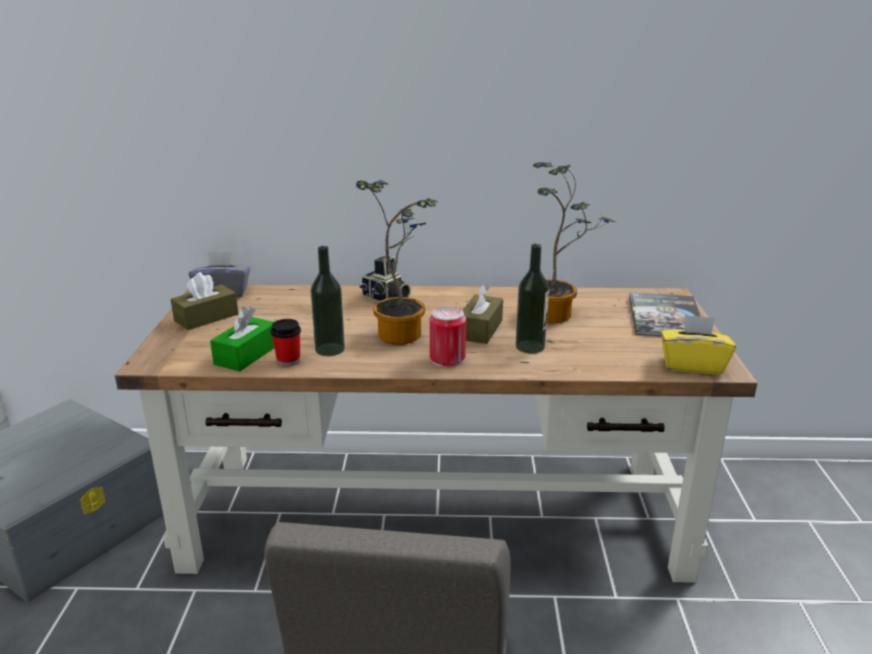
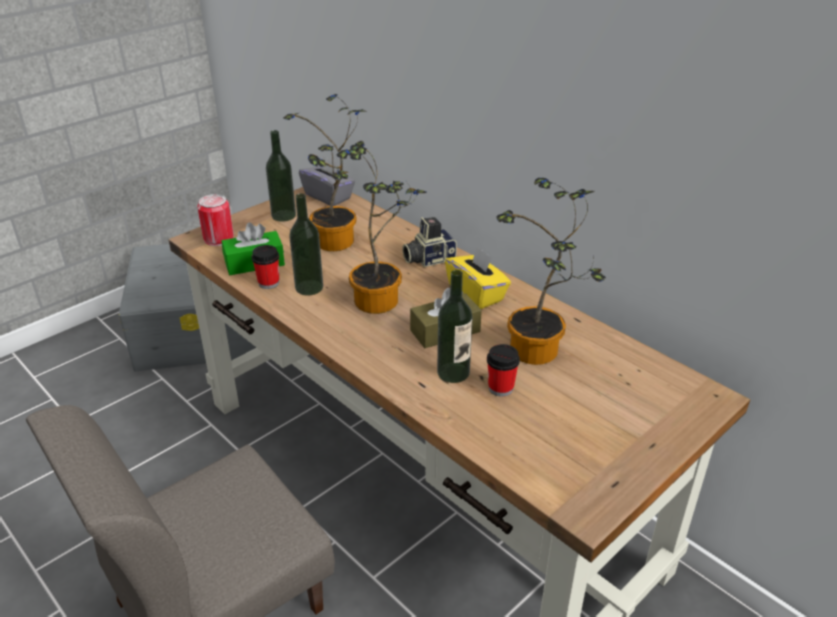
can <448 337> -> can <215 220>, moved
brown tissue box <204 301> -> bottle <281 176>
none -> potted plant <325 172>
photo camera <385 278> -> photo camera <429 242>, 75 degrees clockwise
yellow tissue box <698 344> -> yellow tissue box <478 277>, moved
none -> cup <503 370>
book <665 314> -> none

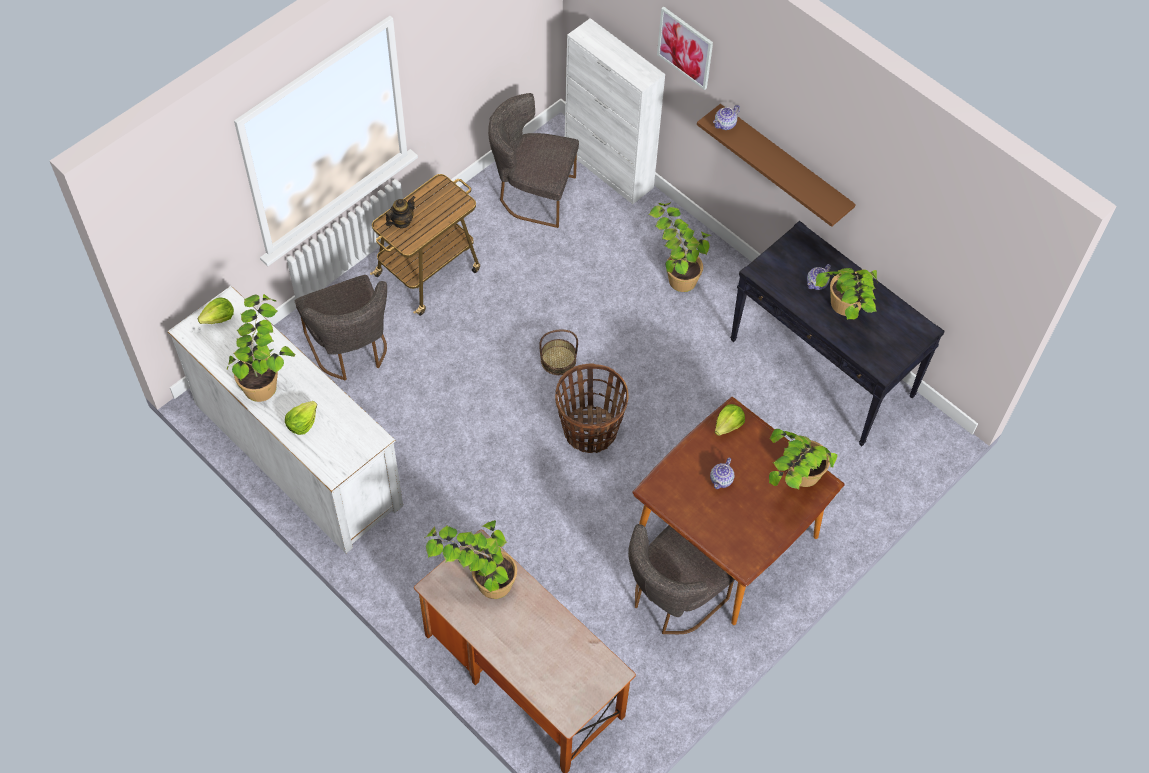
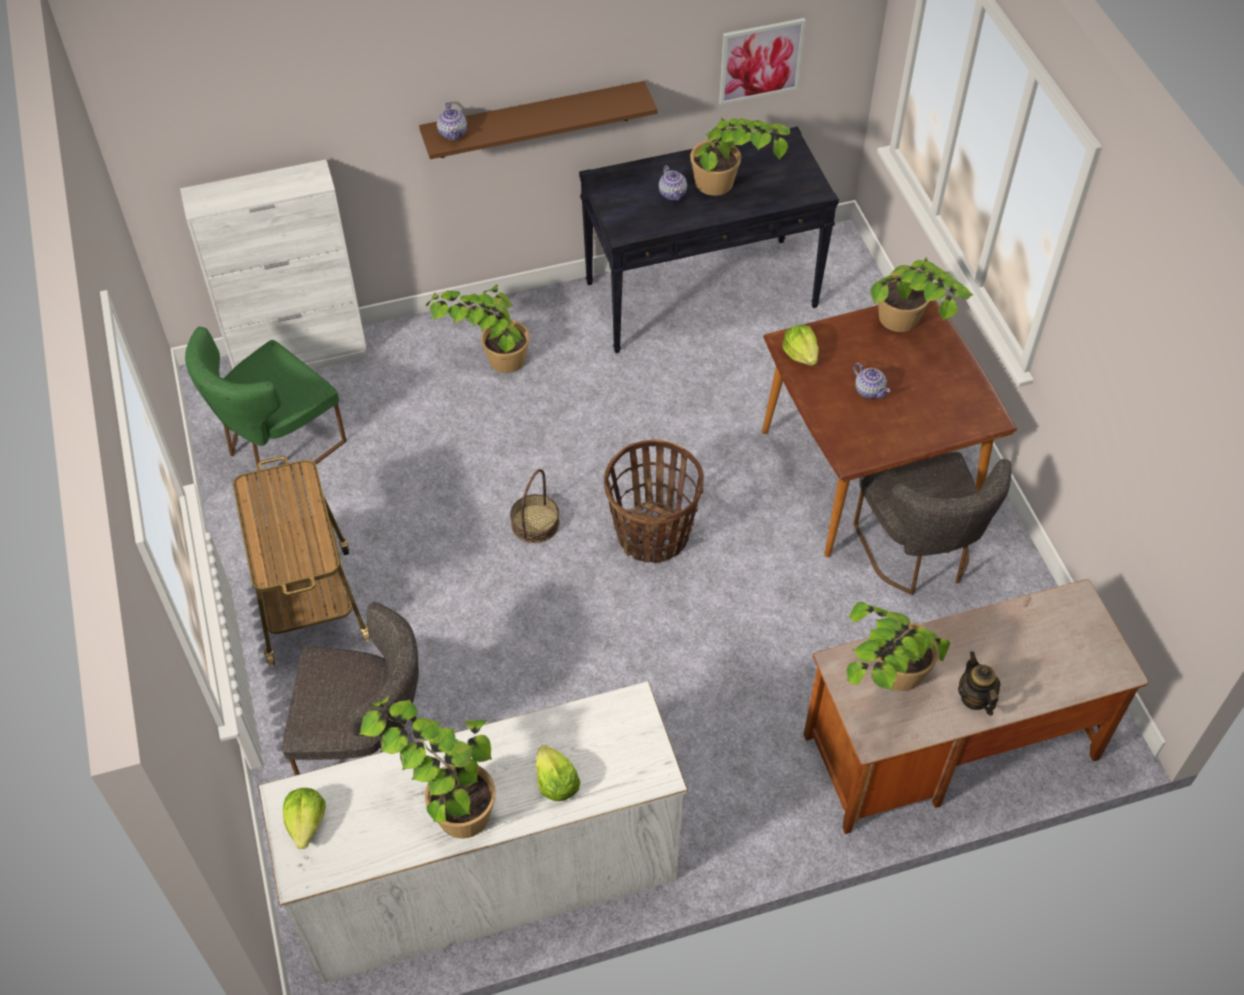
grey chair <533 160> -> green chair <265 404>
picture <685 48> -> picture <762 61>, moved
teapot <401 212> -> teapot <979 683>, moved

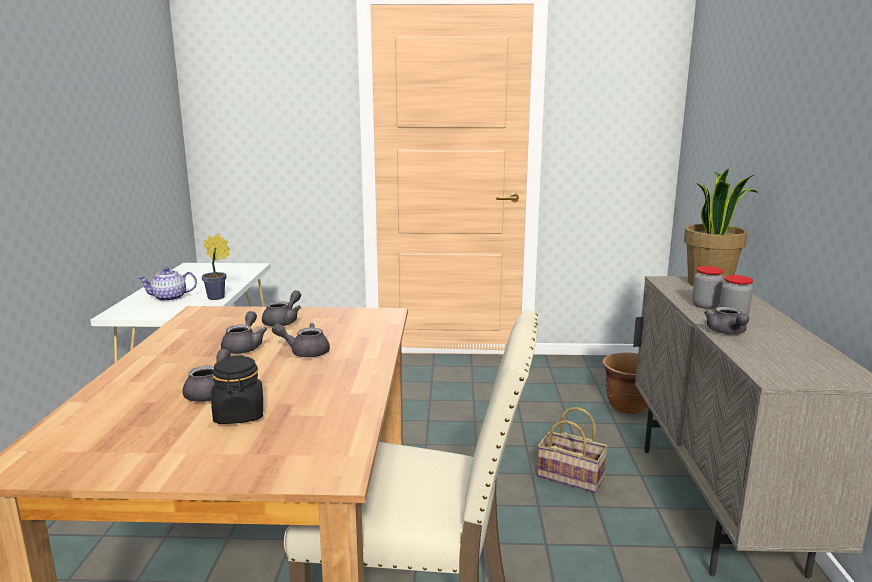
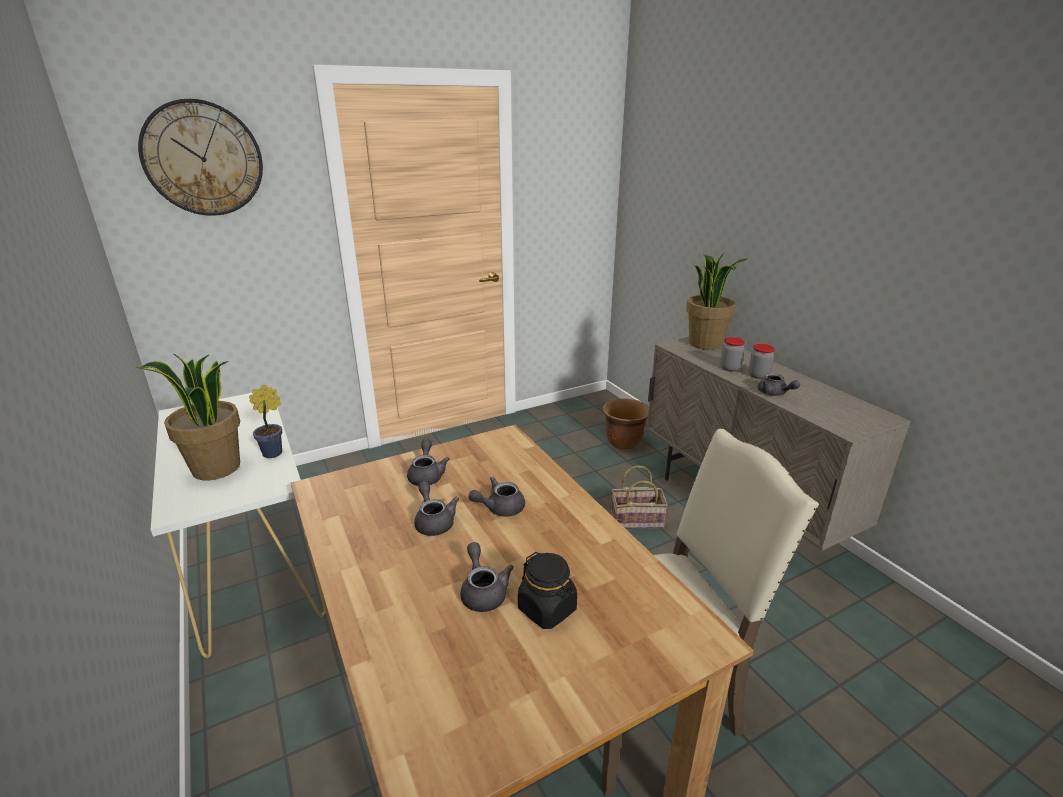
teapot <167 284> -> potted plant <188 417>
none -> wall clock <200 157>

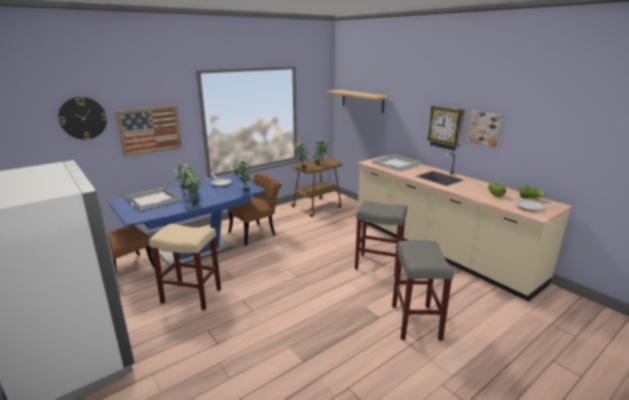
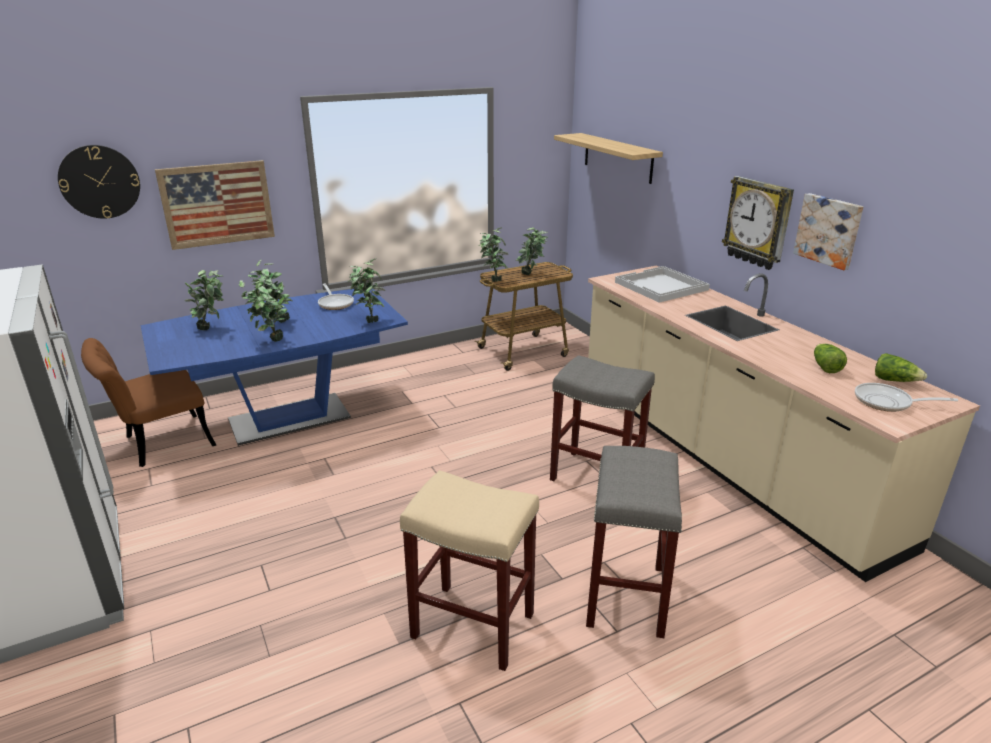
white tray <152 199> -> potted plant <204 300>
beige stool <185 267> -> beige stool <469 570>, moved
brown chair <254 209> -> none

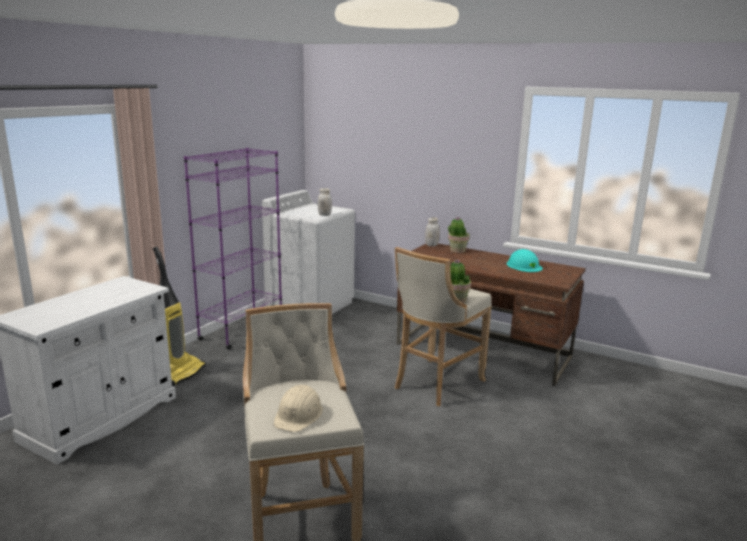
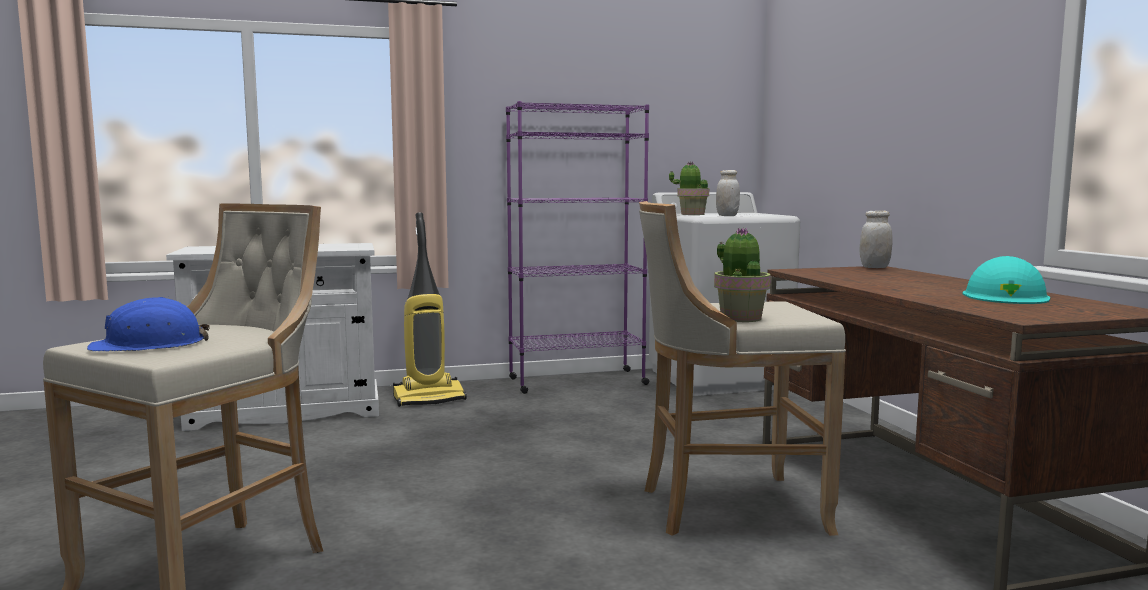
beige hard hat <298 408> -> blue hard hat <148 324>
potted plant <459 235> -> potted plant <689 188>, moved

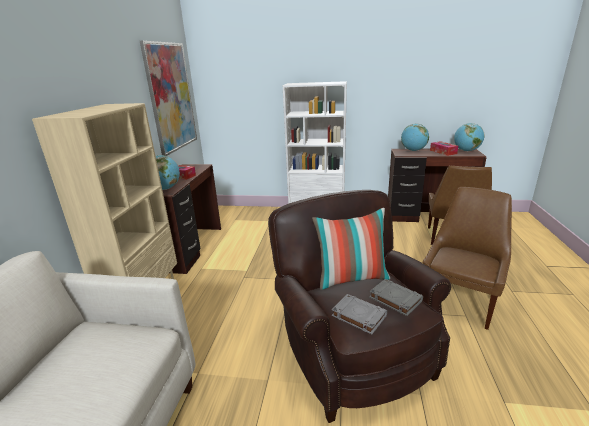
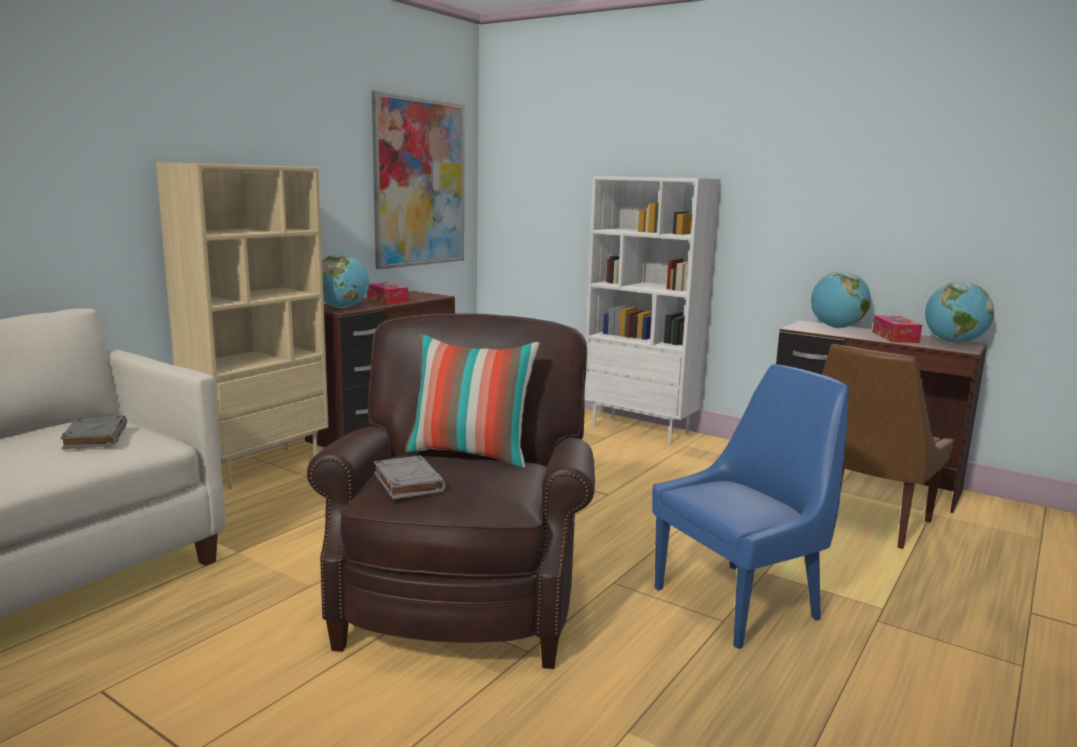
grey book <396 297> -> grey book <94 432>, moved
brown chair <467 258> -> blue chair <750 506>

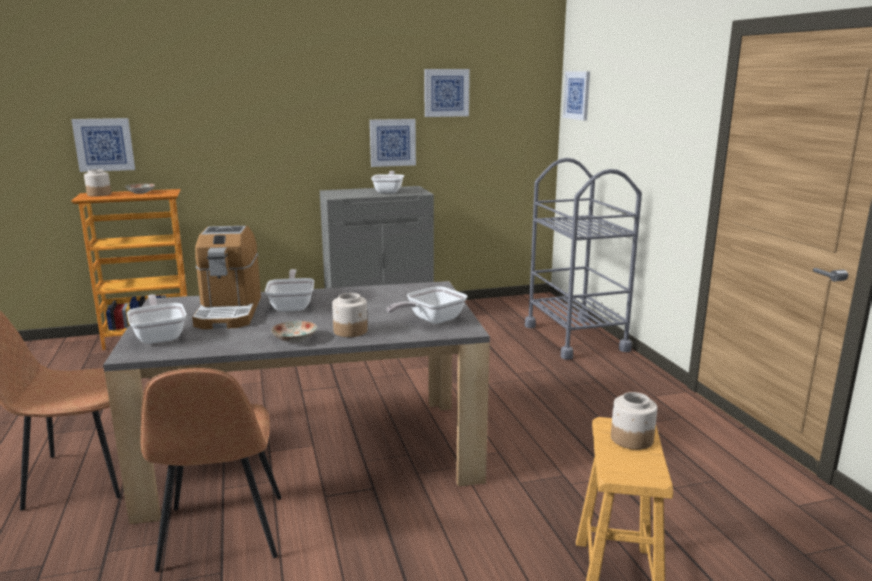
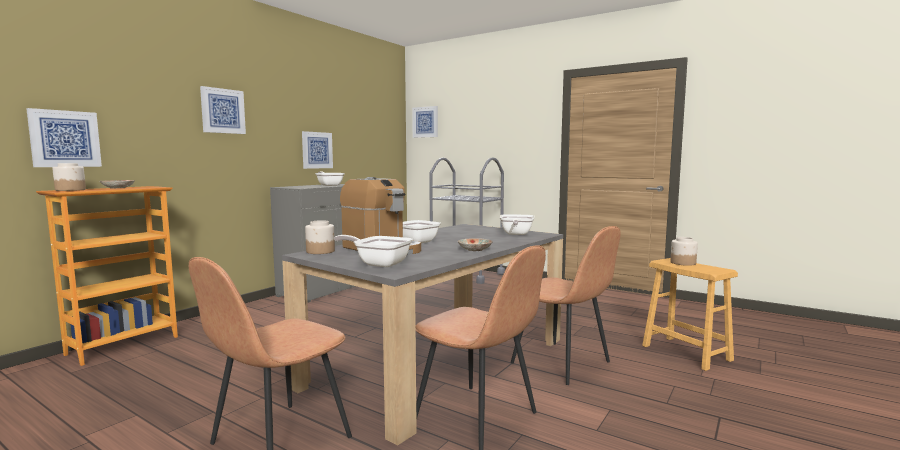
picture <447 93> -> picture <223 110>, moved
jar <350 315> -> jar <320 237>, moved
none -> brown chair <566 305>

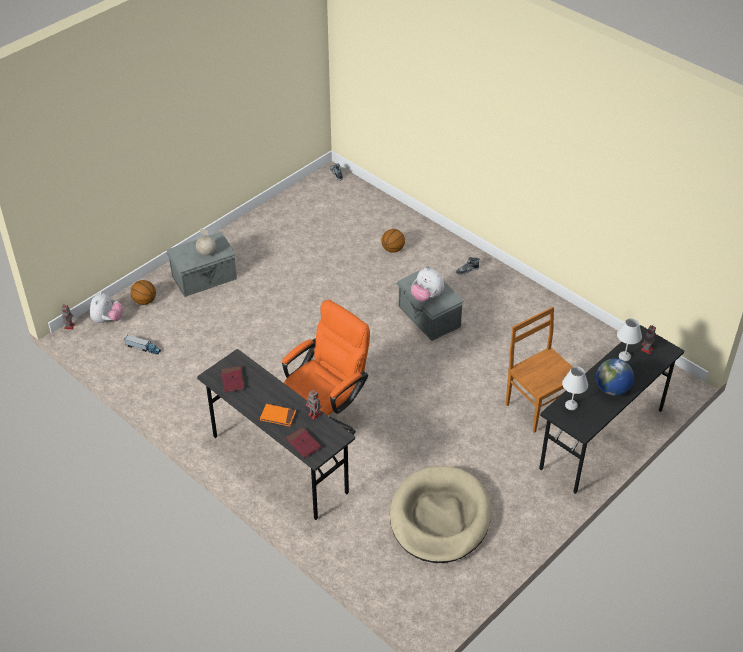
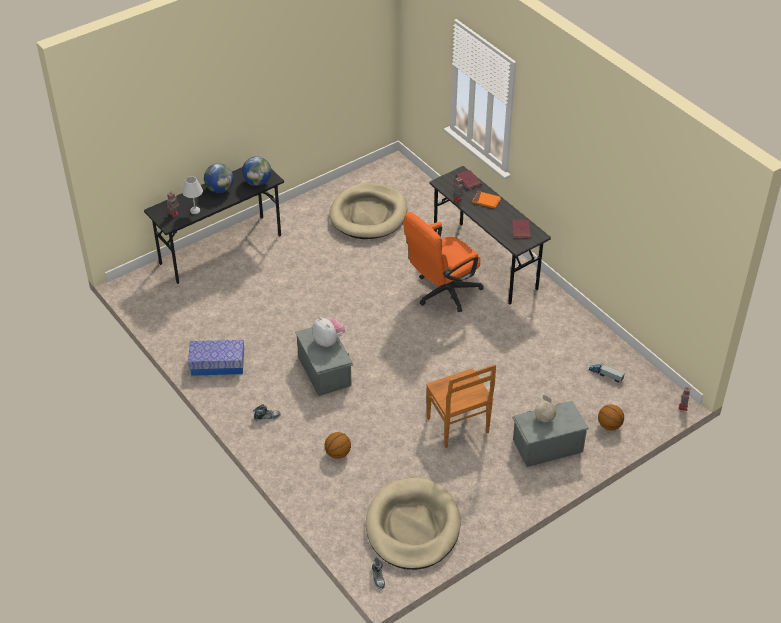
none -> storage box <216 358>
white table lamp <575 388> -> globe <256 171>
none -> beige dog bed <413 524>
brown chair <542 370> -> brown chair <461 406>, moved
plush toy <106 308> -> none

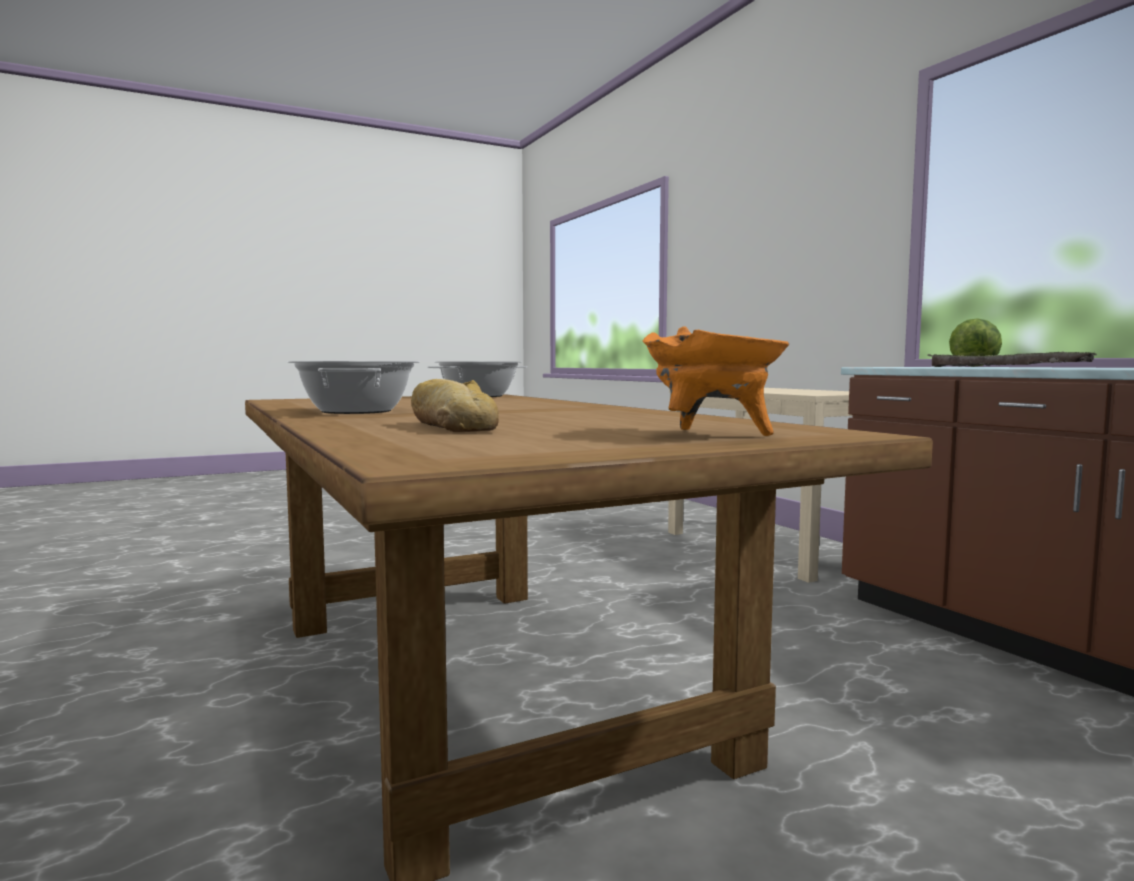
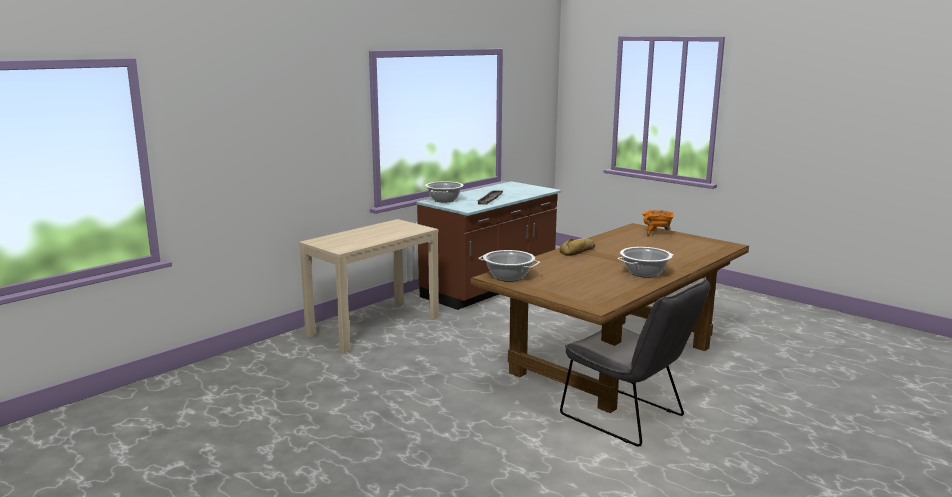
lettuce <975 342> -> cooking pot <444 191>
bread <455 405> -> bread <577 247>, moved
none -> grey chair <635 362>

